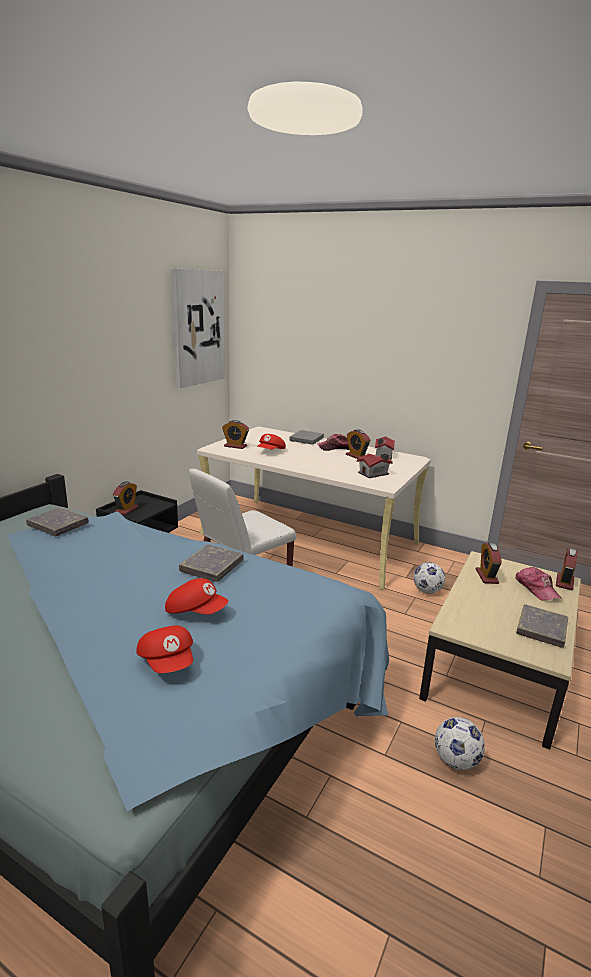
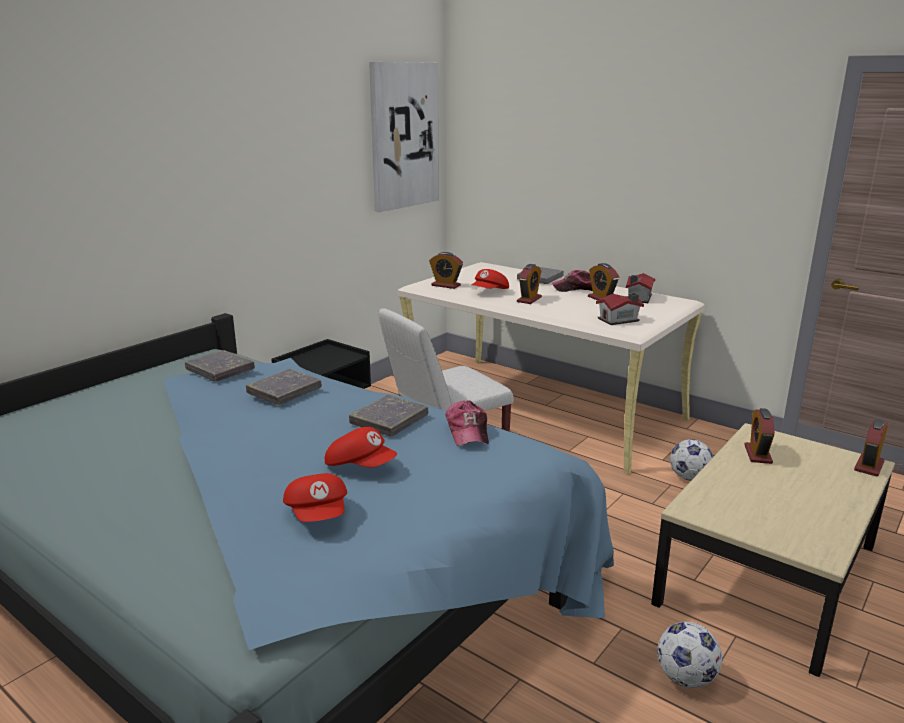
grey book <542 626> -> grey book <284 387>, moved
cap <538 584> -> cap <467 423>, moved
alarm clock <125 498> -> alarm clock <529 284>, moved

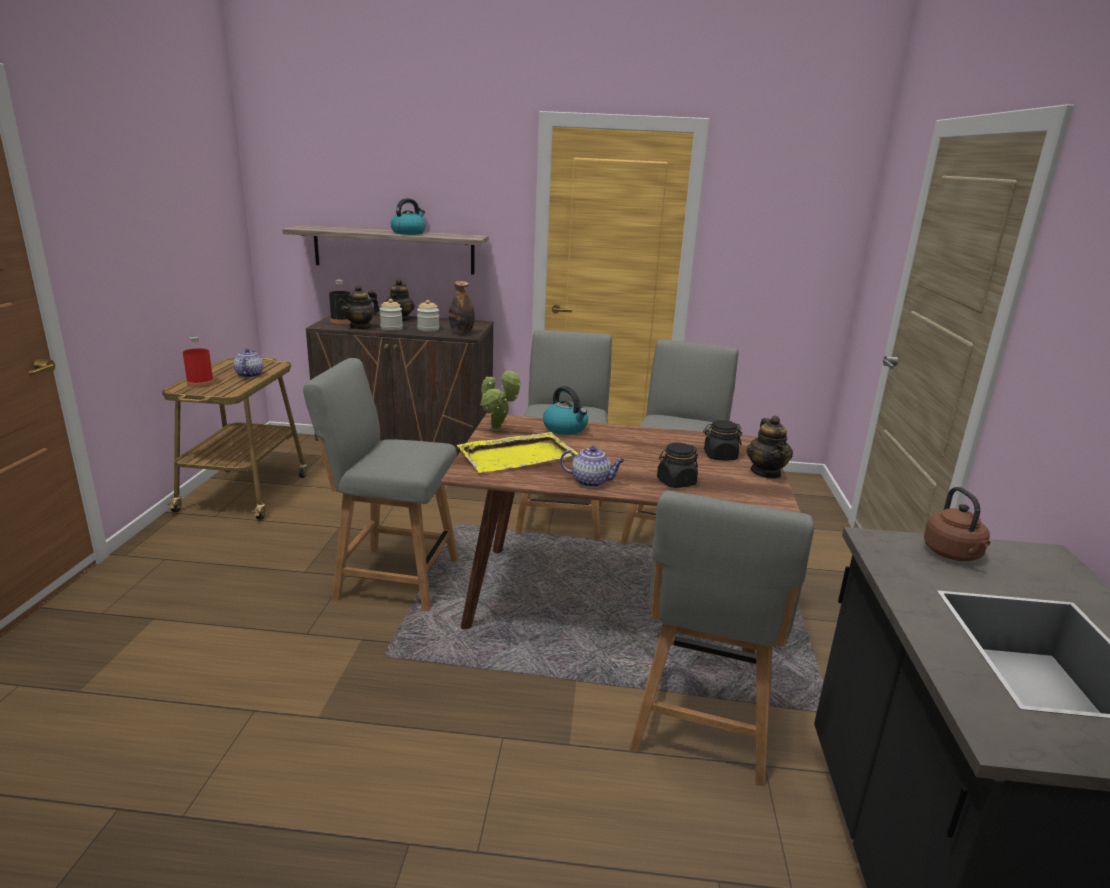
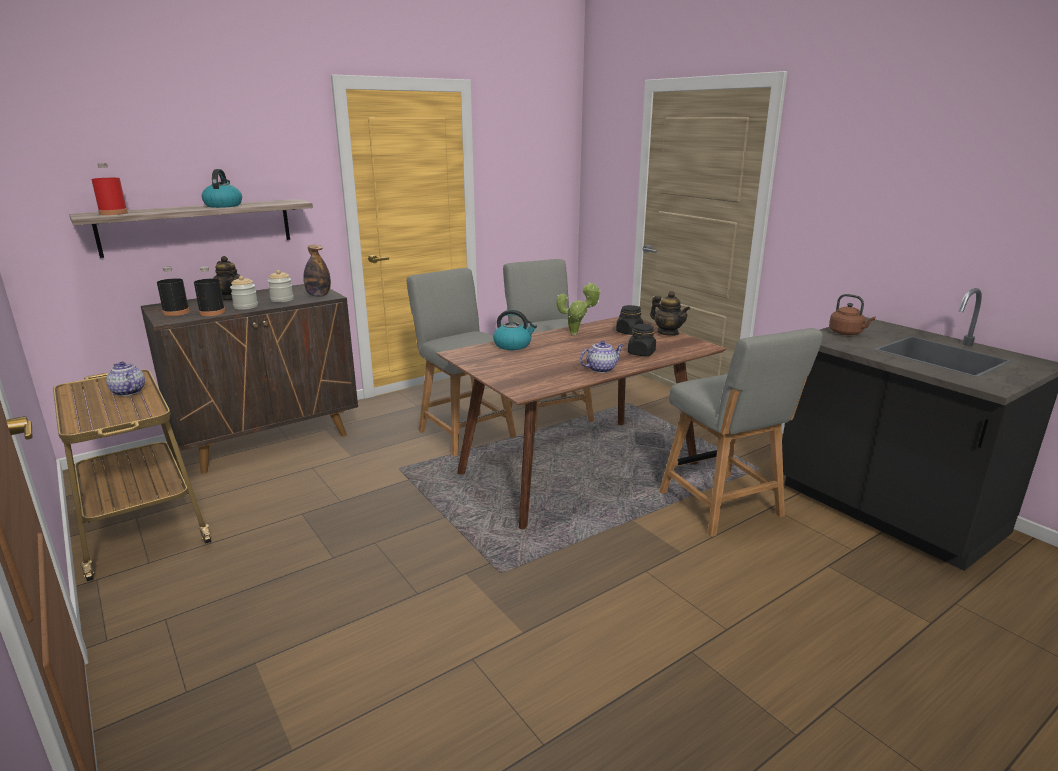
red bottle <198 362> -> red bottle <109 189>, moved
teapot <359 307> -> black bottle <209 291>
potted plant <500 400> -> potted plant <578 308>, moved
grey chair <380 484> -> none
yellow tray <517 452> -> none

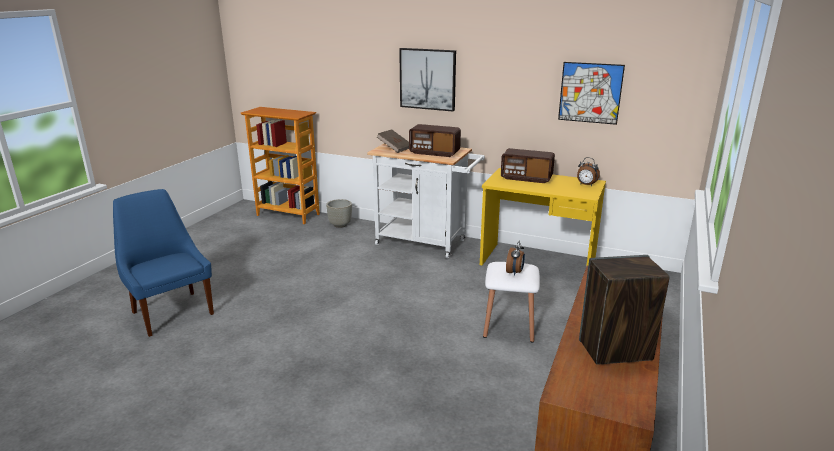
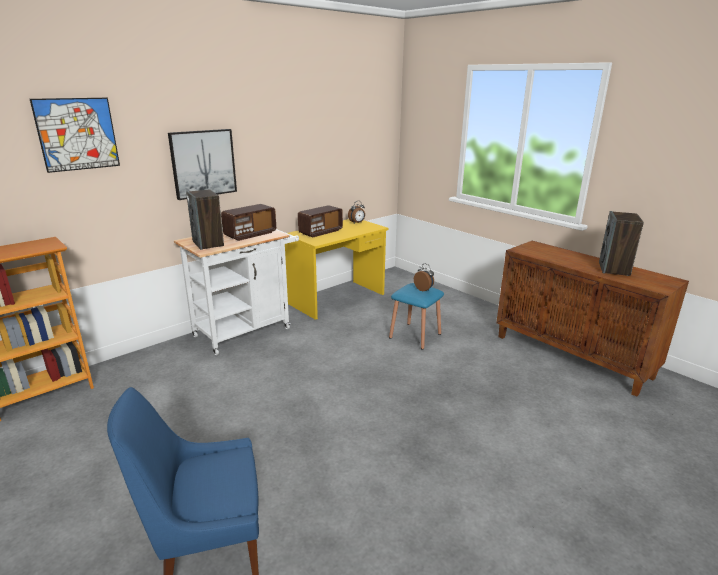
picture <591 93> -> picture <75 135>, moved
brown book <393 141> -> speaker <205 219>
white stool <511 302> -> blue stool <416 316>
grey planter <339 213> -> none

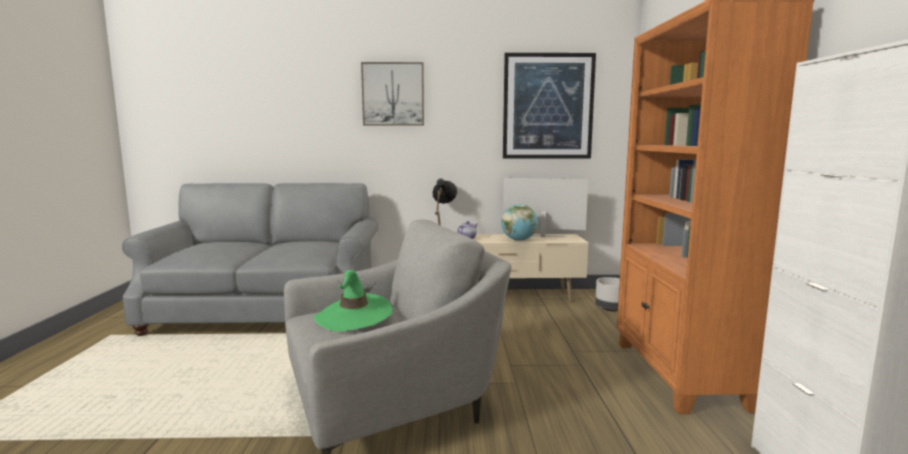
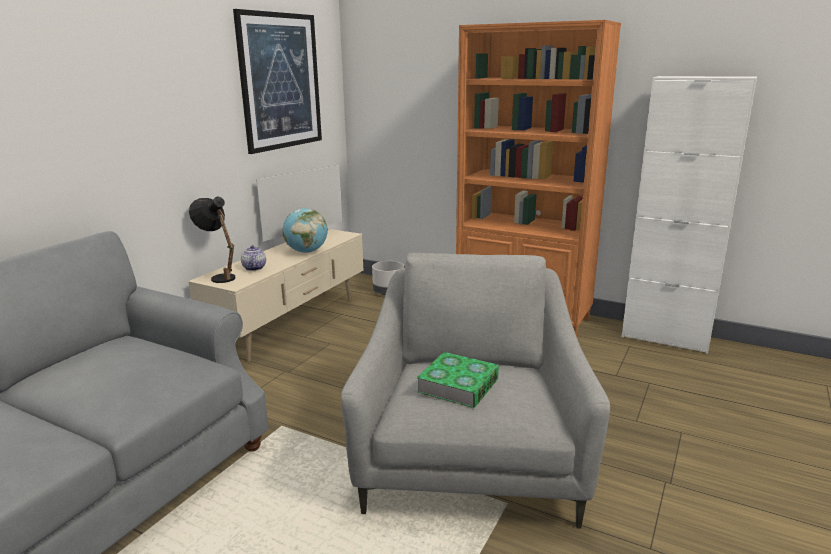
green hat <353 301> -> book <458 380>
picture <392 94> -> none

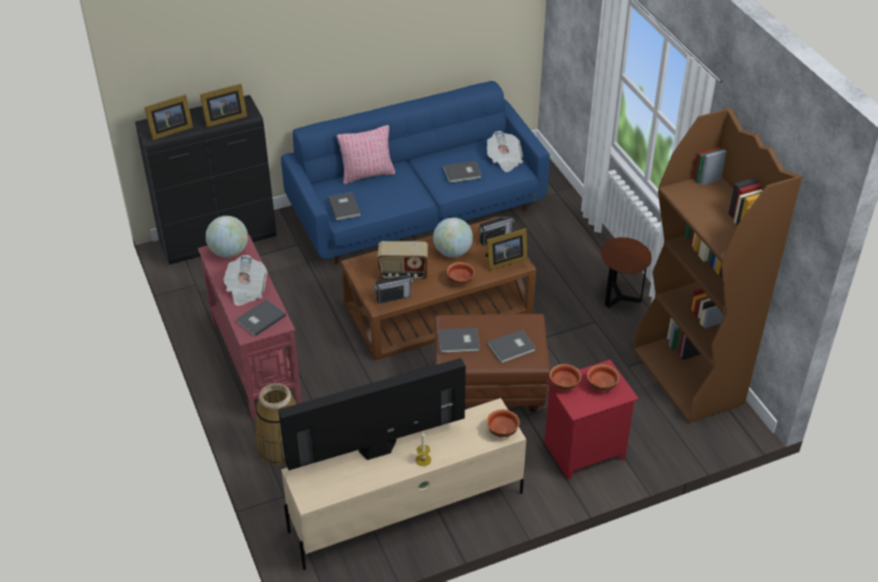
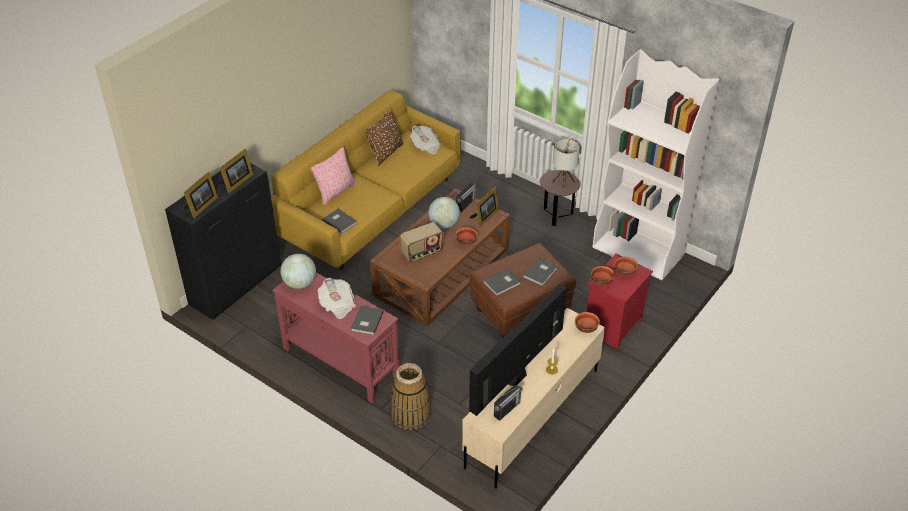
blue sofa <415 172> -> yellow sofa <366 180>
none -> brown pillow <384 137>
radio <393 289> -> radio <508 403>, moved
none -> table lamp <566 164>
brown bookcase <718 265> -> white bookcase <656 164>
grey book <462 172> -> none

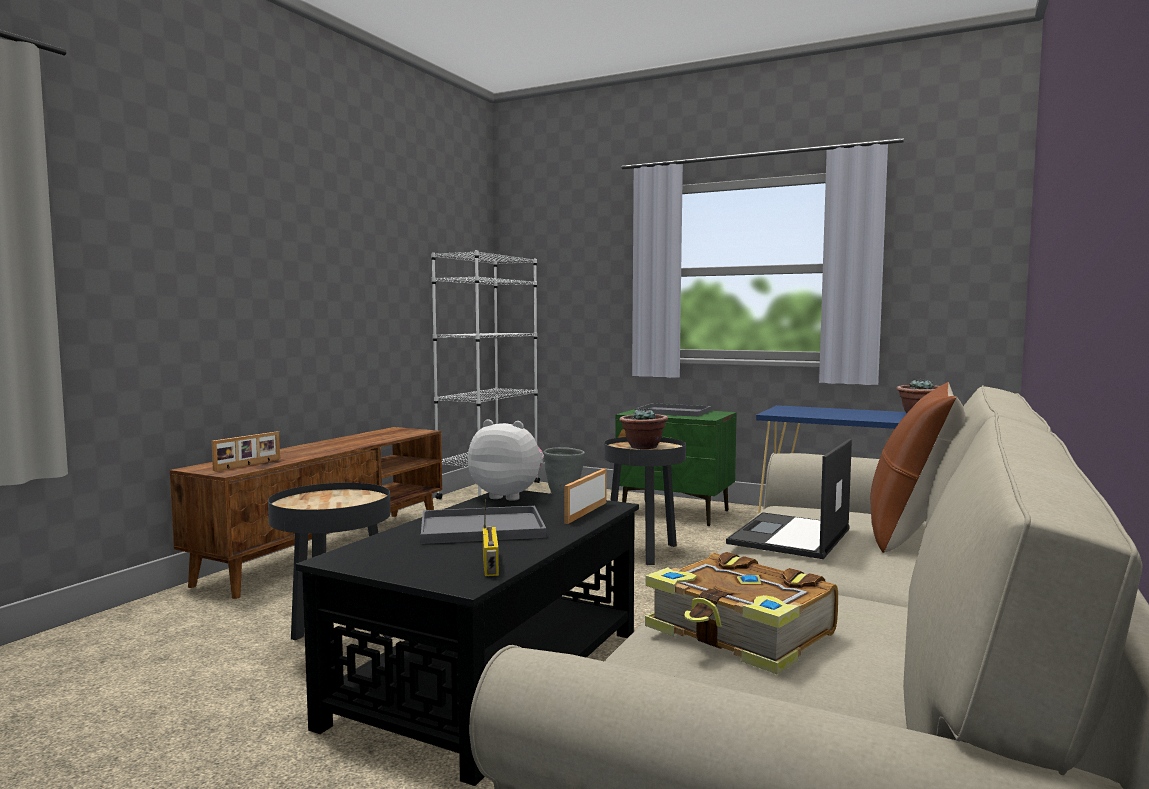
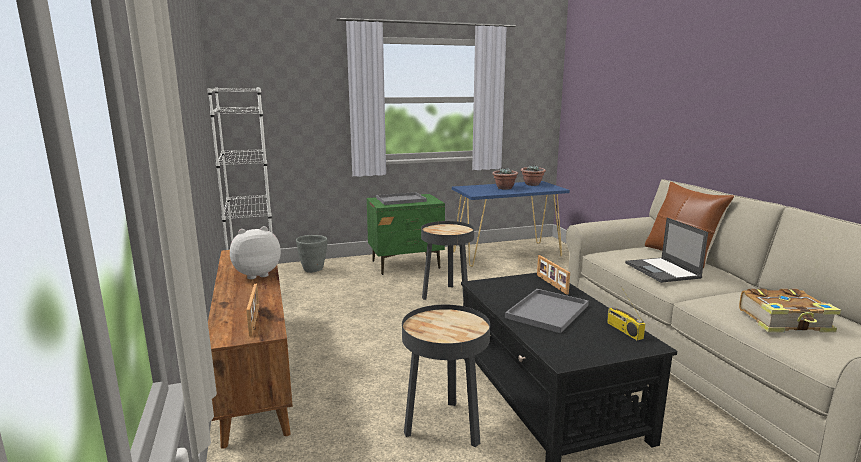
plush toy <506 460> -> plush toy <255 252>, moved
potted plant <643 428> -> potted plant <505 178>, moved
radio <491 537> -> radio <626 313>, 150 degrees counterclockwise

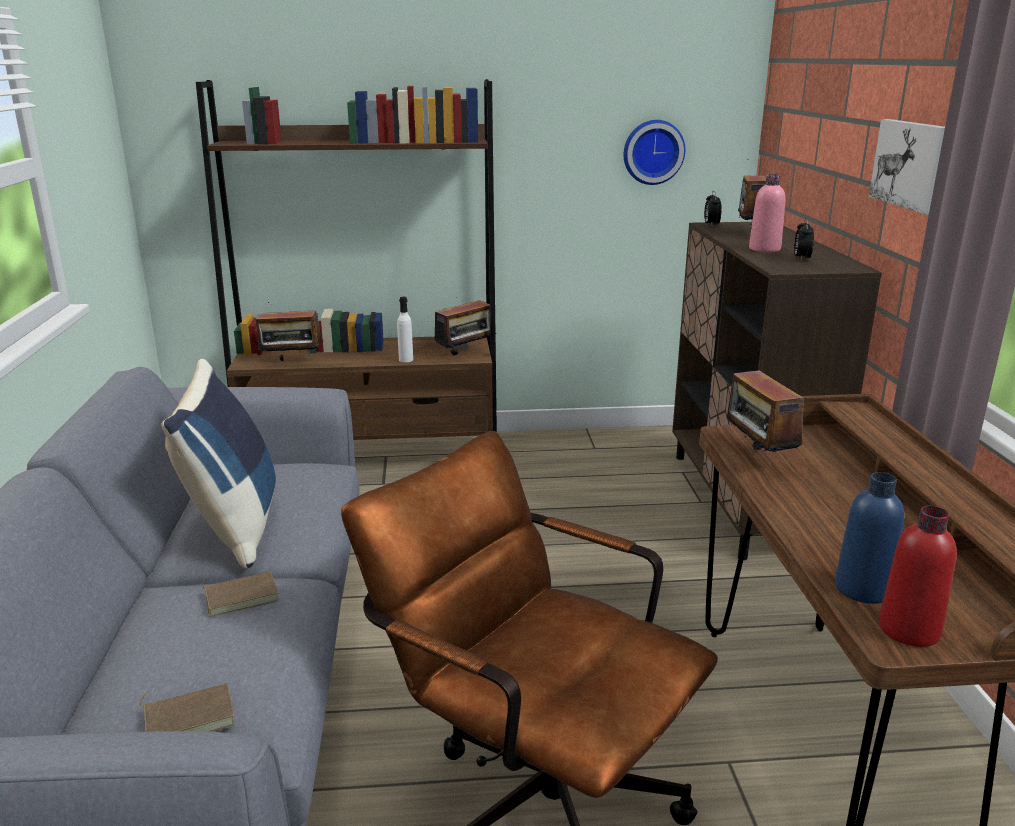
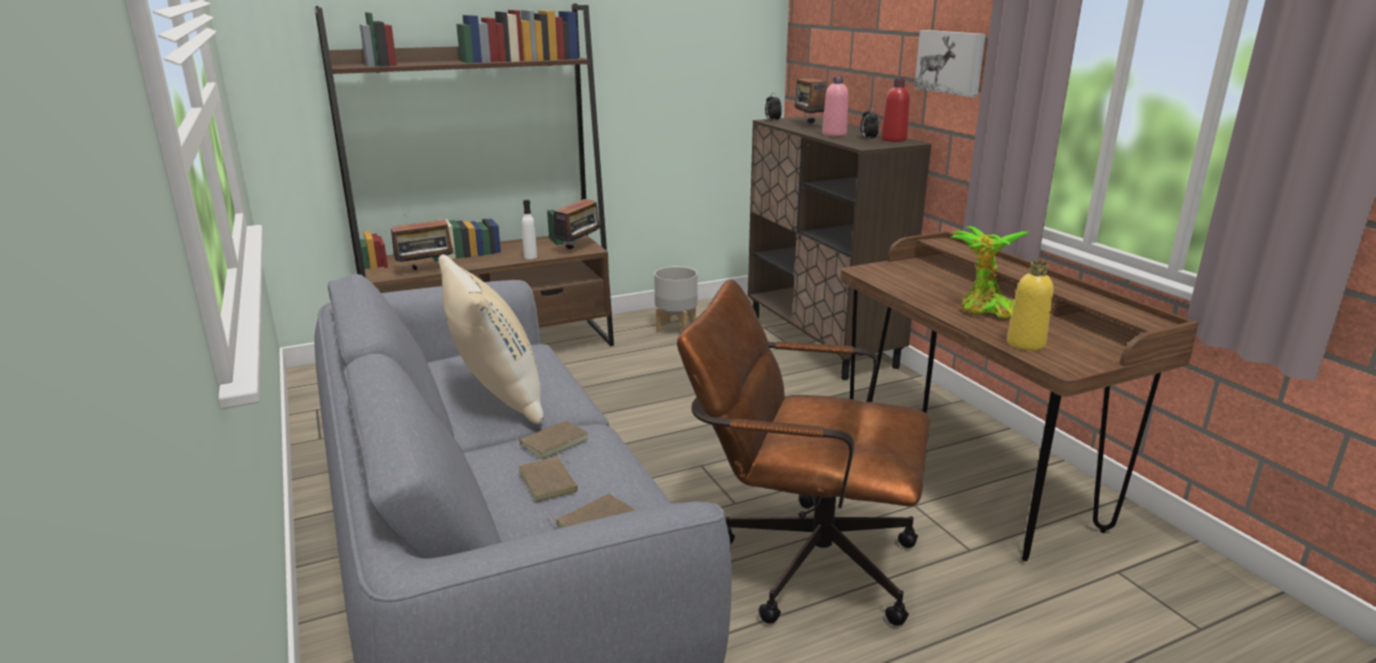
blue pillow <218 464> -> beige pillow <491 339>
none -> brown book <548 478>
none -> grey planter <676 299>
red bottle <918 576> -> red bottle <895 110>, moved
none -> potted plant <990 272>
blue bottle <869 538> -> yellow bottle <1030 306>
wall clock <654 152> -> none
radio <763 404> -> none

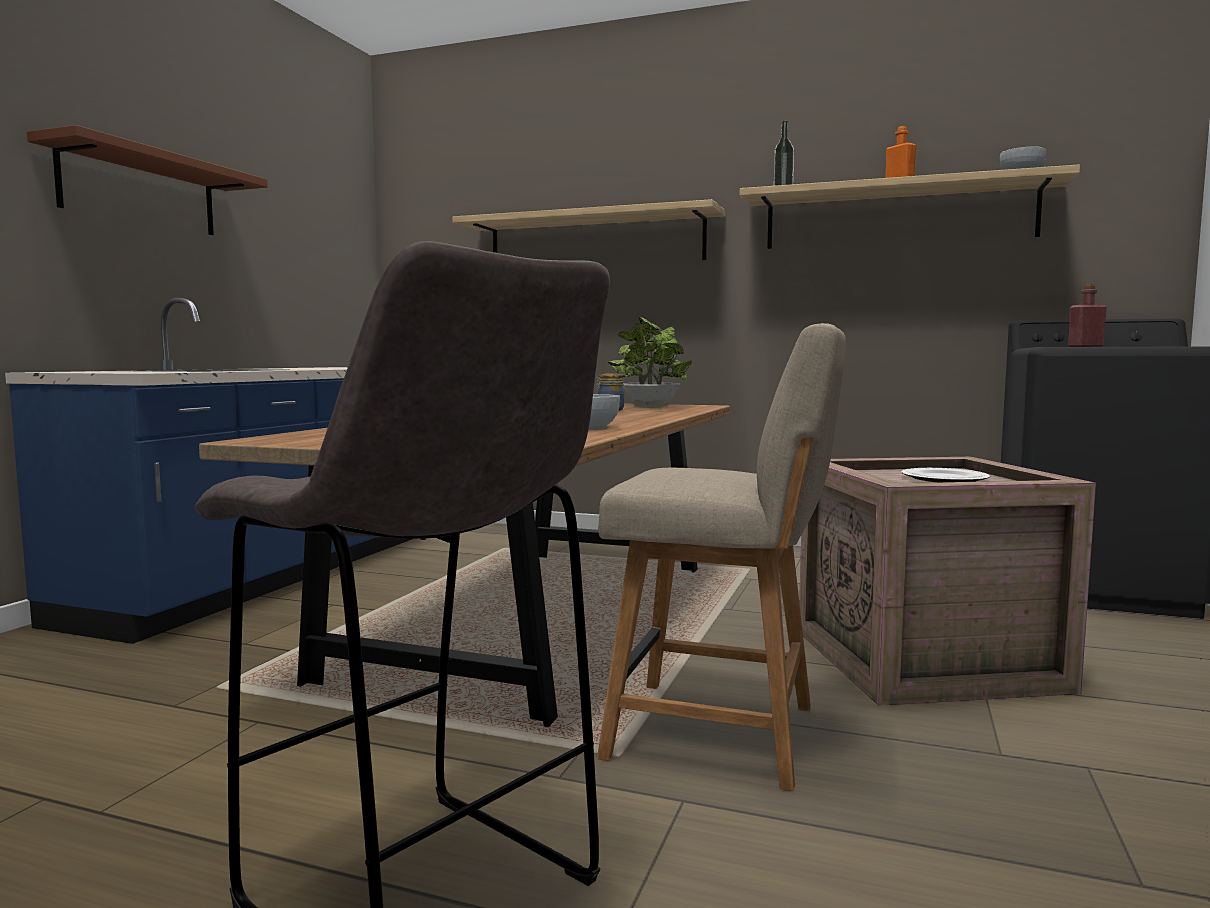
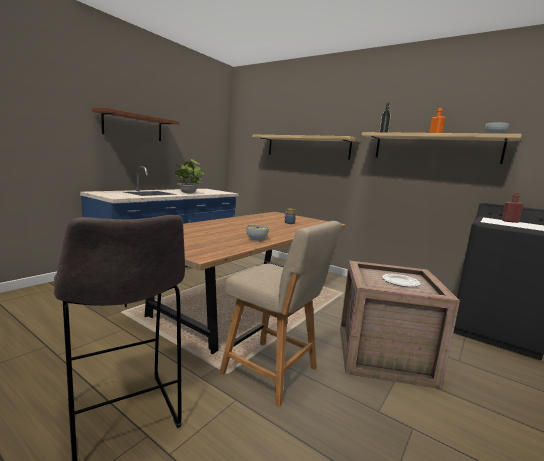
potted plant <650 362> -> potted plant <189 176>, moved

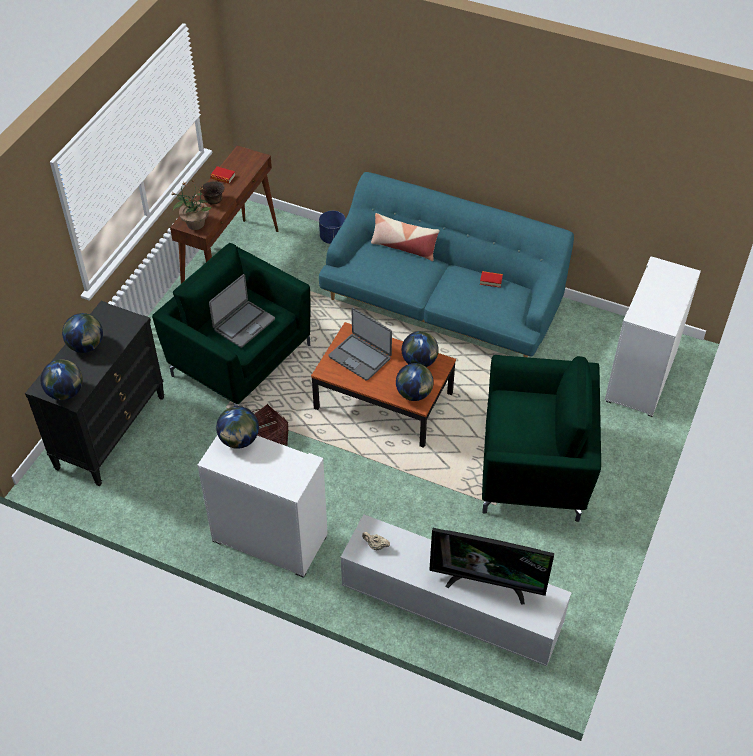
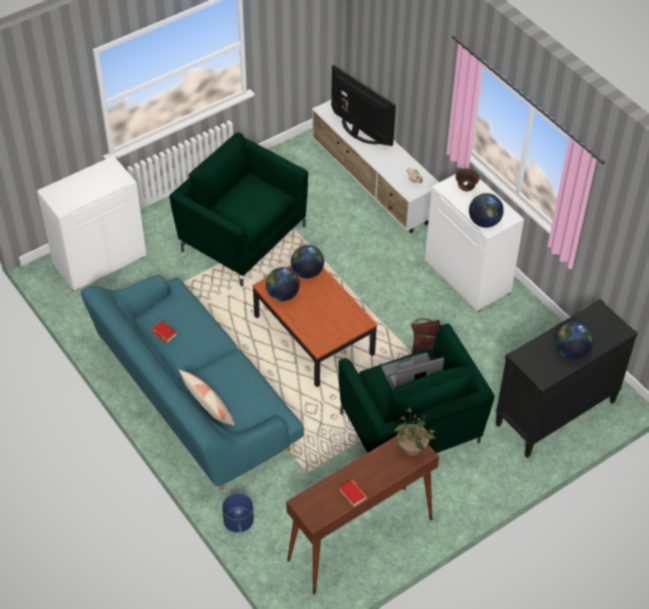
brown bowl <212 193> -> brown bowl <467 179>, moved
globe <61 379> -> none
laptop <360 344> -> none

